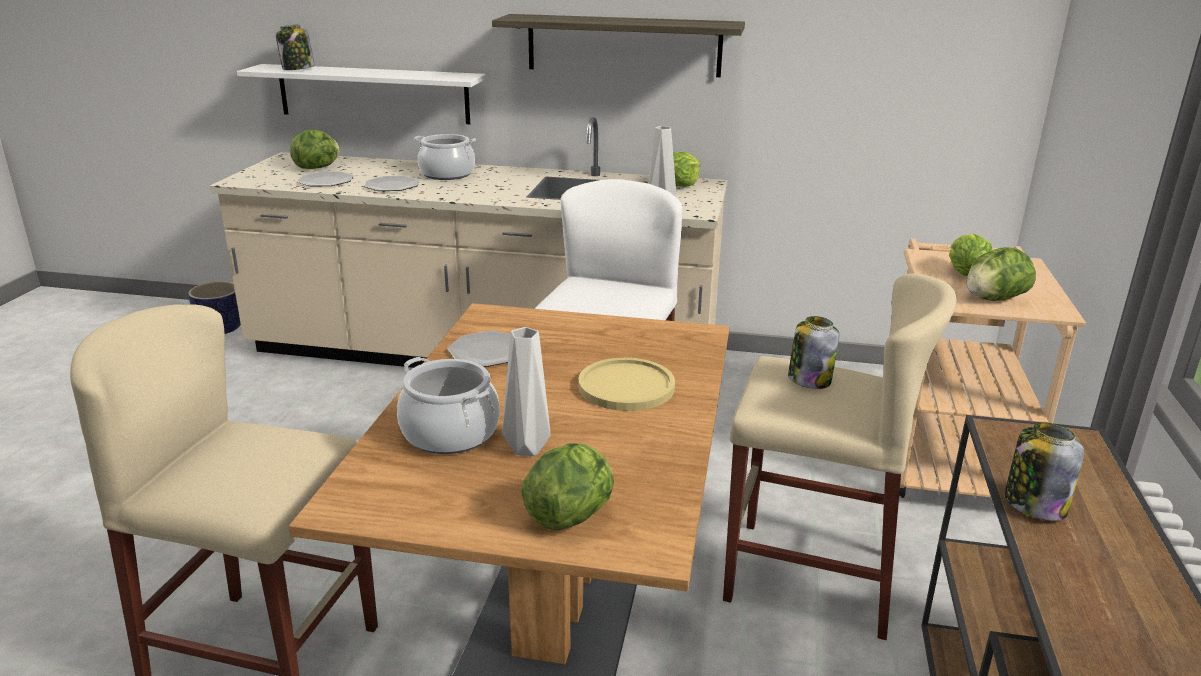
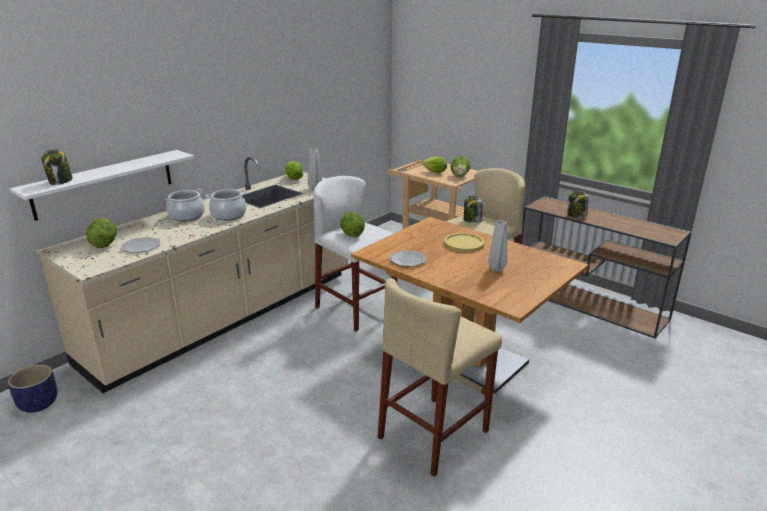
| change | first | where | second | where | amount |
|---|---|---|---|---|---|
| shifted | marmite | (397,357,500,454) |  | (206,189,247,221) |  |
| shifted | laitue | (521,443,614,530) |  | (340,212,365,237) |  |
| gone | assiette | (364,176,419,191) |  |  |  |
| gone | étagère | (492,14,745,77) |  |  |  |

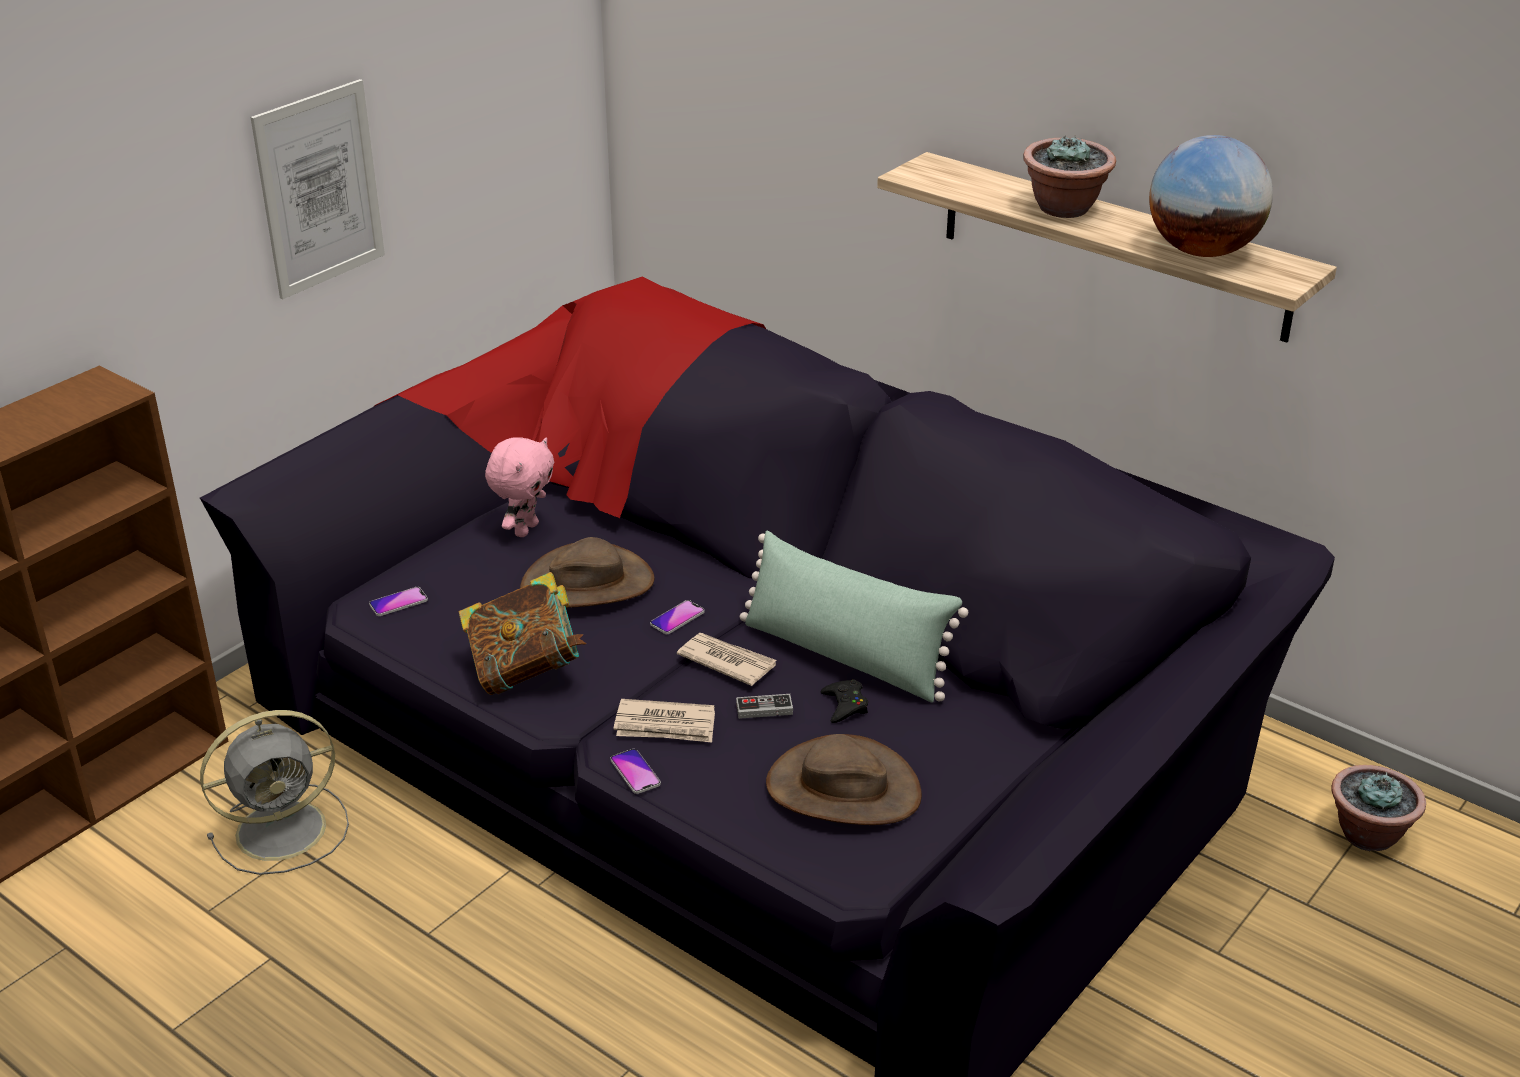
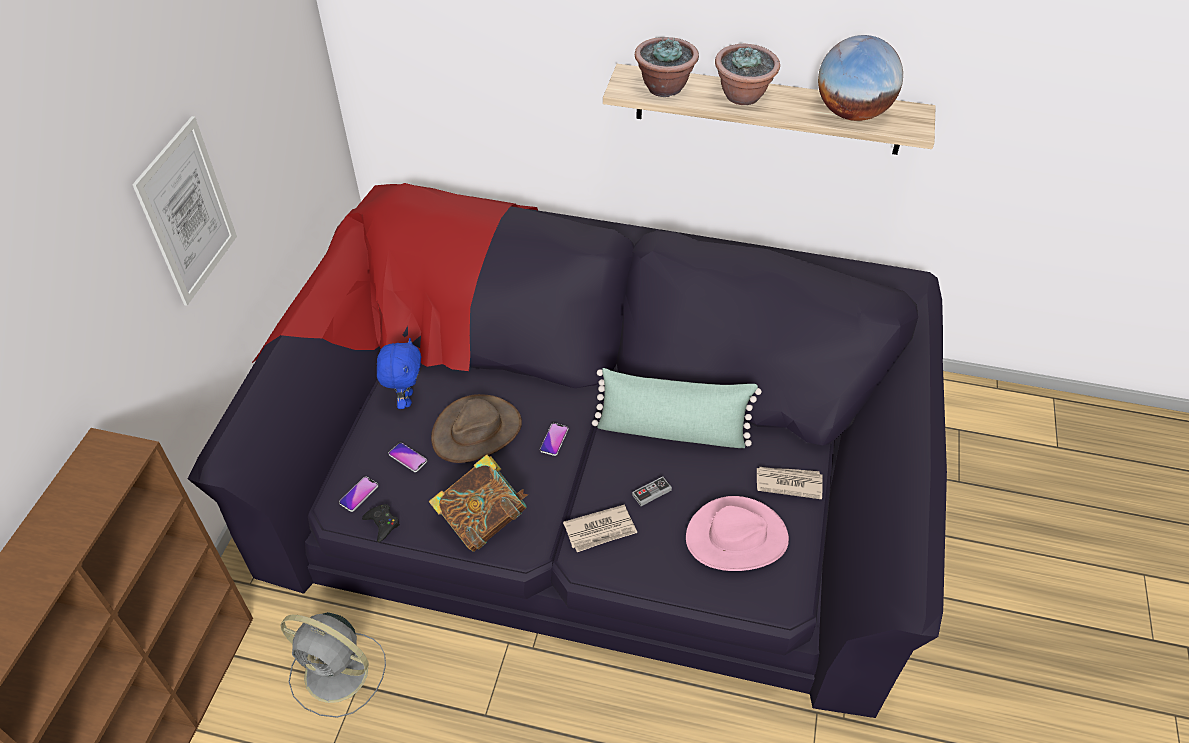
| change | first | where | second | where | amount |
|---|---|---|---|---|---|
| rotated | ventilateur [gris] | (200,710,349,875) |  | (280,612,386,718) | 75 degrees clockwise |
| shifted | manette [noir] | (821,679,868,723) |  | (362,504,400,543) |  |
| repainted | peluche [rose] | (485,437,554,537) | peluche [bleu] | (377,338,421,409) |  |
| shifted | téléphone | (610,749,661,794) |  | (388,443,427,472) |  |
| shifted | plante en pot | (1331,765,1426,851) |  | (635,37,699,97) |  |
| repainted | chapeau [marron] | (766,734,922,825) | chapeau [rose] | (686,496,789,571) |  |
| shifted | journal | (677,633,776,686) |  | (757,467,823,499) |  |

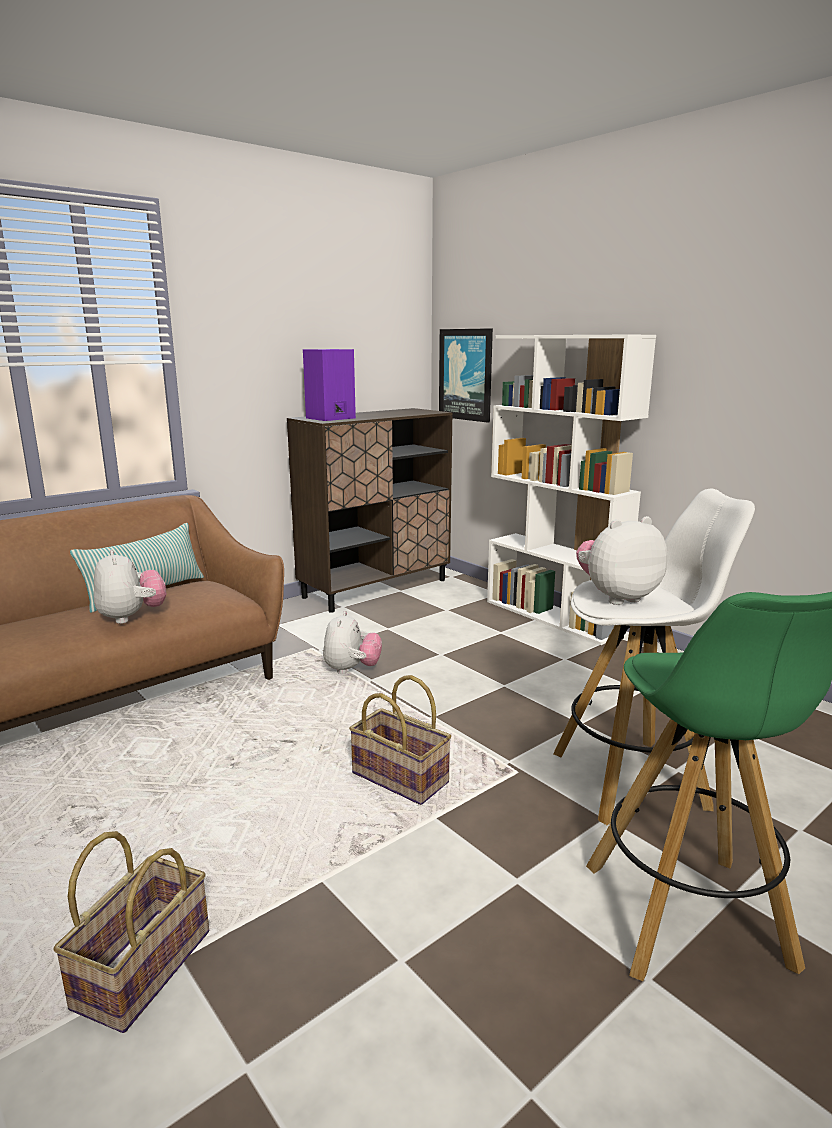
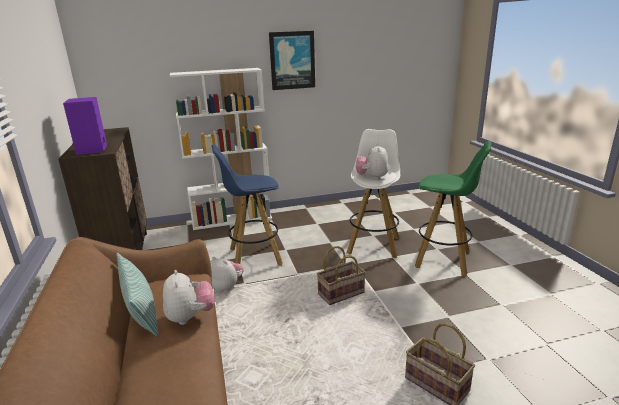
| change | first | where | second | where | amount |
|---|---|---|---|---|---|
| rotated | peluche | (94,550,166,624) |  | (163,270,215,325) | 75 degrees clockwise |
| new |  |  | tabouret [bleu] | (212,144,283,266) |  |
| shifted | tableau | (439,328,493,423) |  | (269,31,315,90) |  |

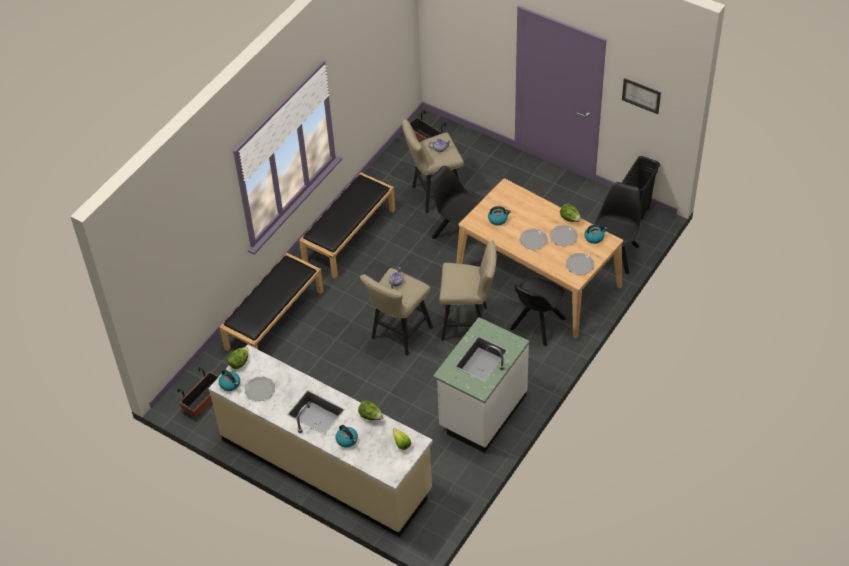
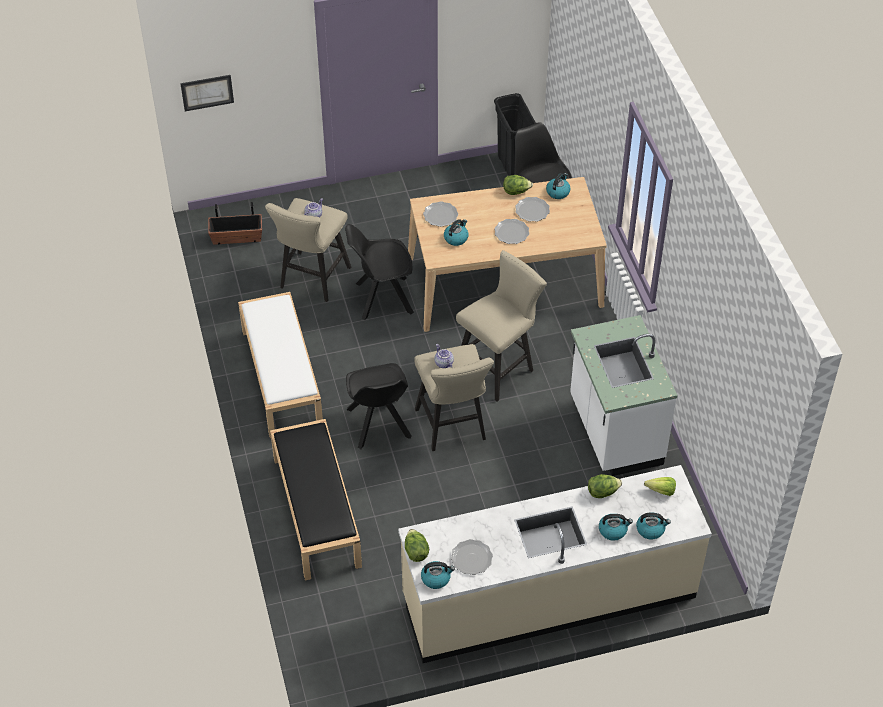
| change | first | where | second | where | amount |
|---|---|---|---|---|---|
| shifted | tableau | (622,78,661,114) |  | (180,75,234,111) |  |
| repainted | banc [noir] | (299,172,395,279) | banc [blanc] | (238,292,323,438) |  |
| shifted | chaise [noir] | (510,276,566,346) |  | (346,363,411,449) |  |
| shifted | assiette | (566,253,594,275) |  | (423,201,458,227) |  |
| new |  |  | bouilloire | (636,513,671,539) |  |
| gone | cache-pot | (178,367,219,419) |  |  |  |

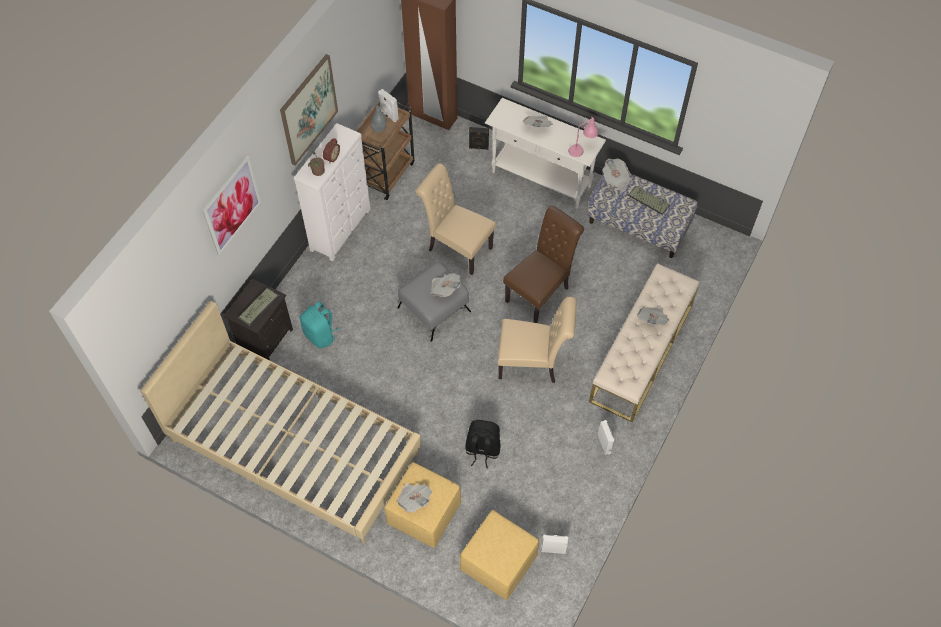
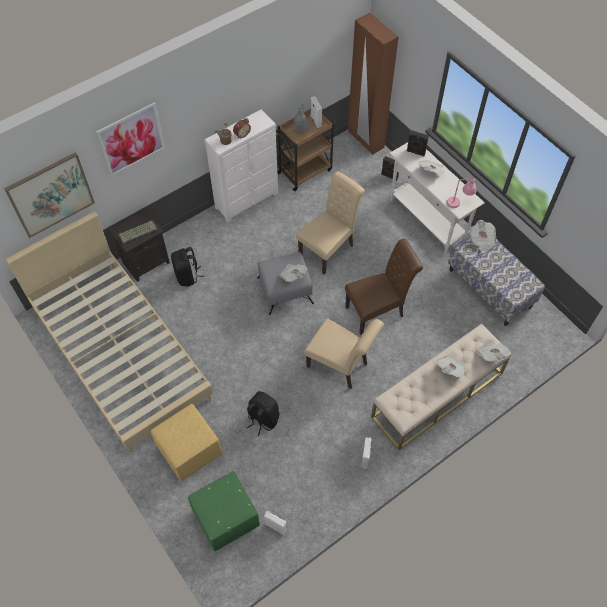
| change | first | where | second | where | amount |
|---|---|---|---|---|---|
| shifted | tableau | (280,54,338,166) |  | (4,152,95,238) |  |
| repainted | sac à dos [turquoise] | (300,301,339,348) | sac à dos [noir] | (171,247,204,287) |  |
| repainted | pouf [jaune] | (460,510,539,600) | pouf [vert] | (188,471,260,551) |  |
| rotated | chaise [beige] | (416,163,496,275) |  | (296,171,365,275) | 75 degrees clockwise |
| new |  |  | enceinte [noir] | (407,130,429,156) |  |
| shifted | journal | (396,484,432,512) |  | (477,340,510,362) |  |
| gone | clavier | (628,186,670,215) |  |  |  |

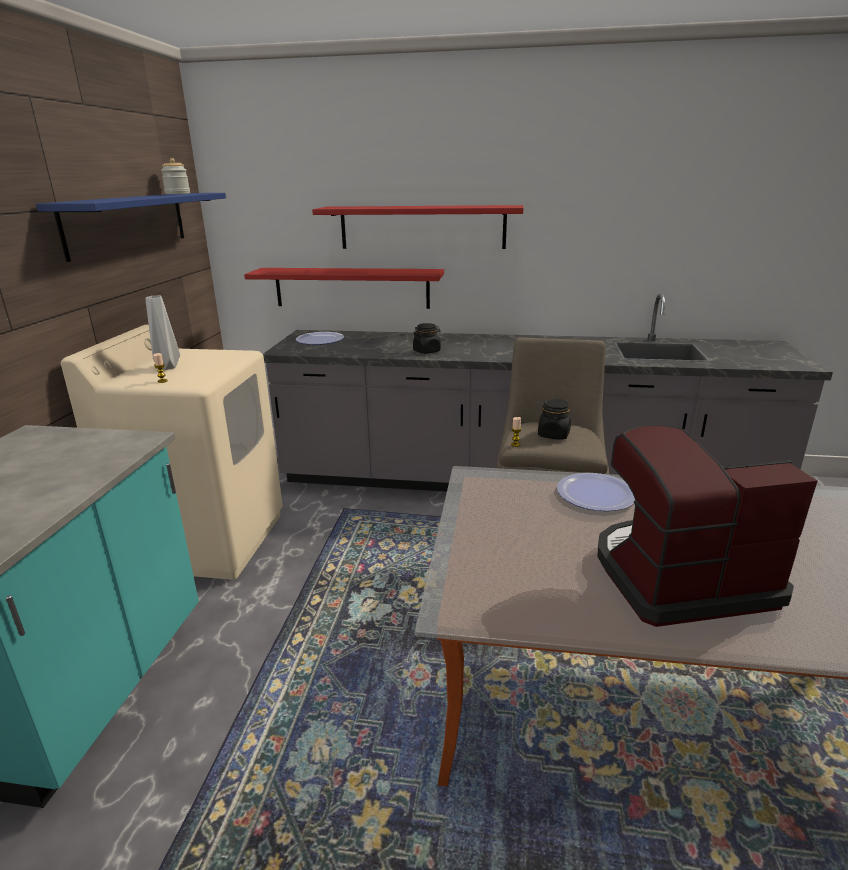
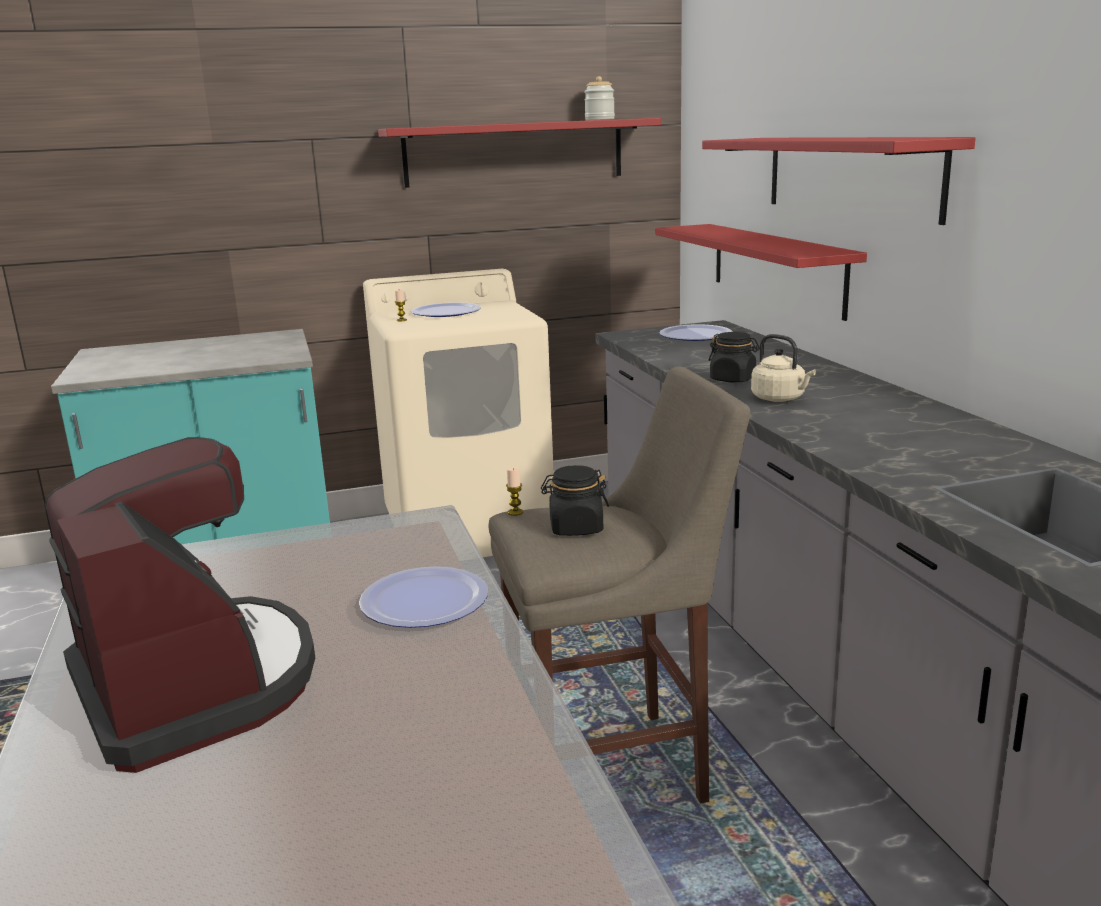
| change | first | where | second | where | amount |
|---|---|---|---|---|---|
| repainted | étagère [bleu] | (36,193,226,262) | étagère [rouge] | (378,118,661,188) |  |
| swapped | vase [gris] | (145,296,180,370) | assiette | (411,302,481,317) |  |
| new |  |  | bouilloire [beige] | (751,334,816,402) |  |

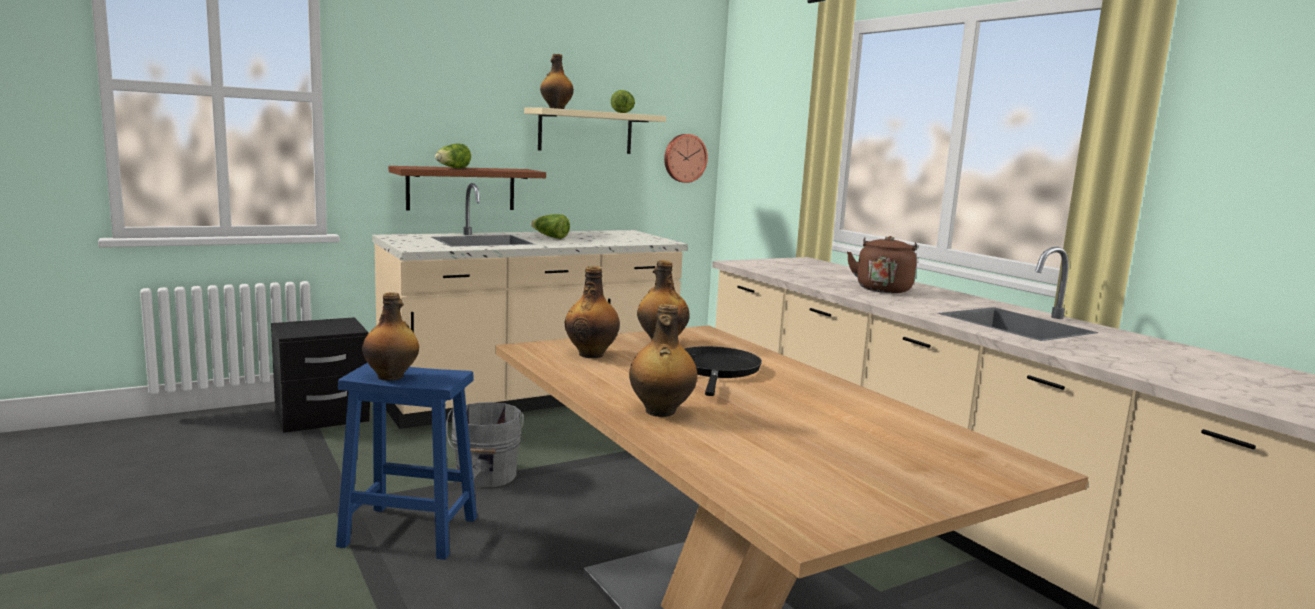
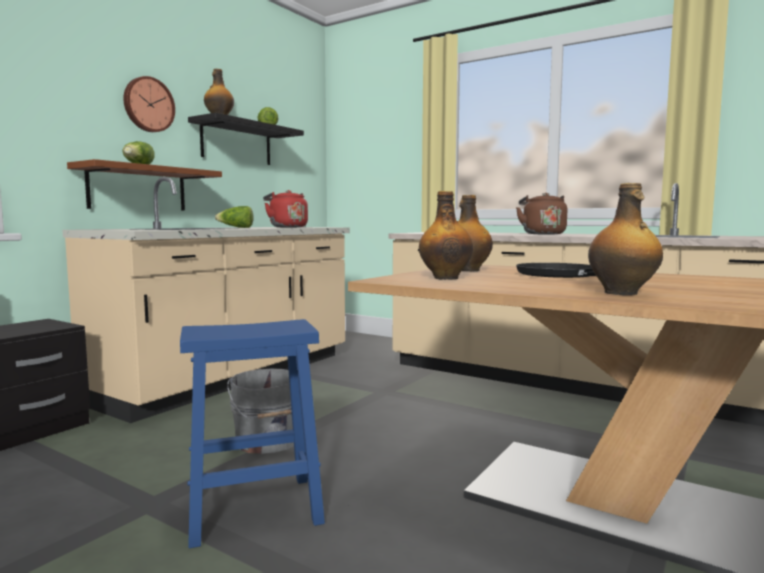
| change | first | where | second | where | amount |
|---|---|---|---|---|---|
| shifted | horloge murale | (664,134,708,183) |  | (123,76,175,132) |  |
| repainted | étagère [beige] | (524,108,666,154) | étagère [noir] | (188,113,304,165) |  |
| new |  |  | bouilloire [rouge] | (263,190,308,227) |  |
| gone | bouteille | (362,292,419,381) |  |  |  |

